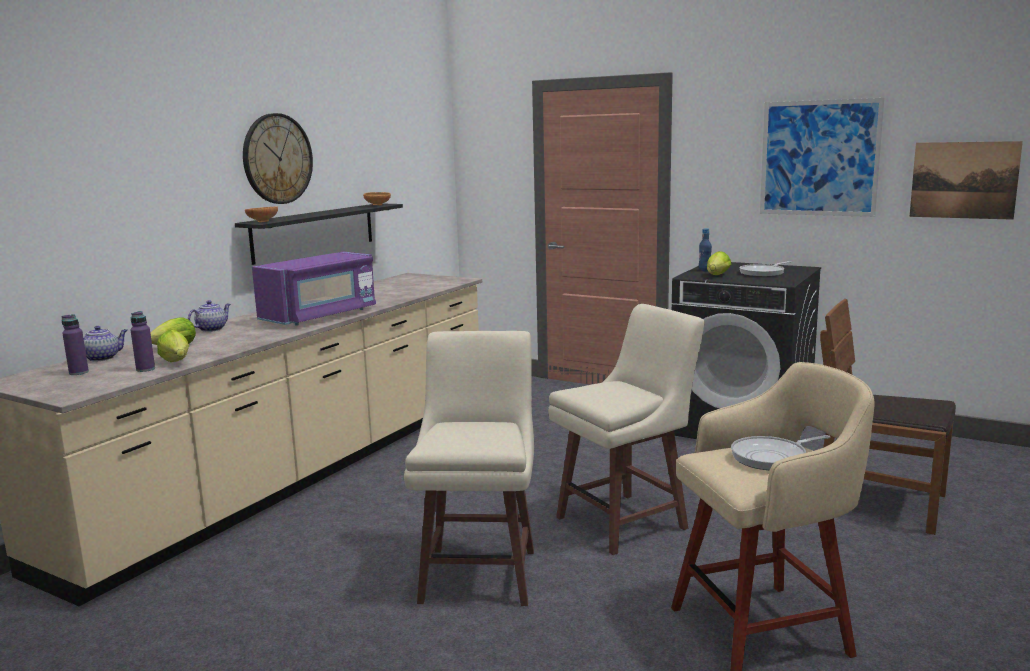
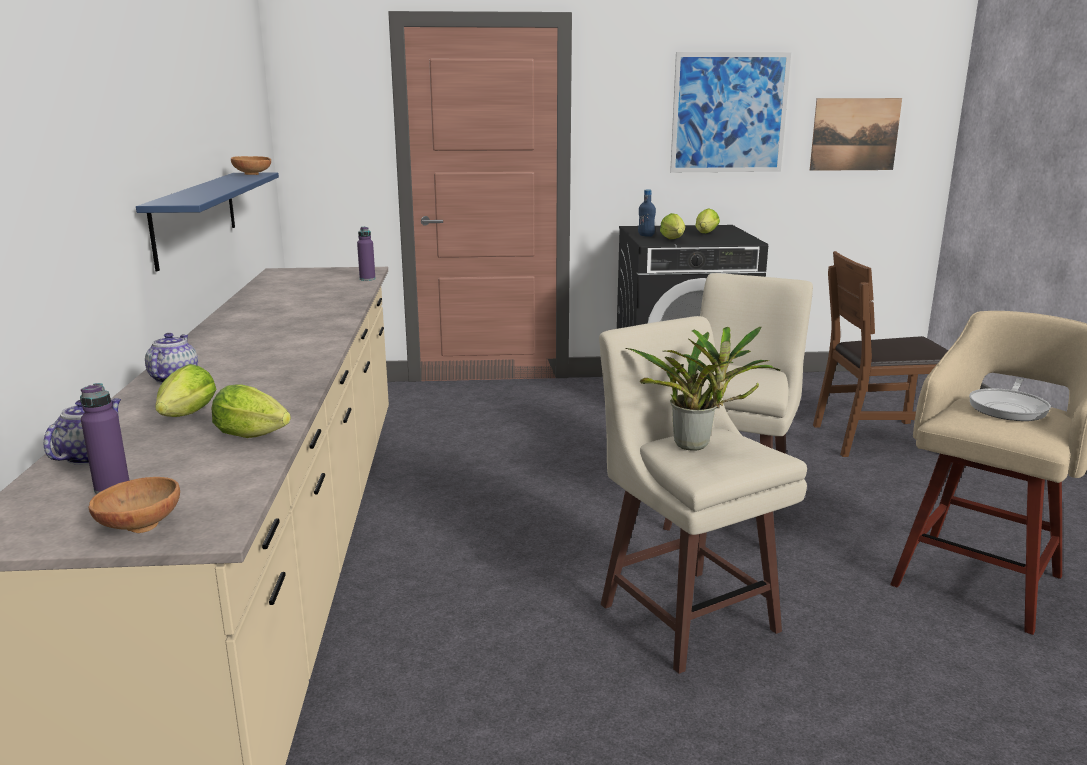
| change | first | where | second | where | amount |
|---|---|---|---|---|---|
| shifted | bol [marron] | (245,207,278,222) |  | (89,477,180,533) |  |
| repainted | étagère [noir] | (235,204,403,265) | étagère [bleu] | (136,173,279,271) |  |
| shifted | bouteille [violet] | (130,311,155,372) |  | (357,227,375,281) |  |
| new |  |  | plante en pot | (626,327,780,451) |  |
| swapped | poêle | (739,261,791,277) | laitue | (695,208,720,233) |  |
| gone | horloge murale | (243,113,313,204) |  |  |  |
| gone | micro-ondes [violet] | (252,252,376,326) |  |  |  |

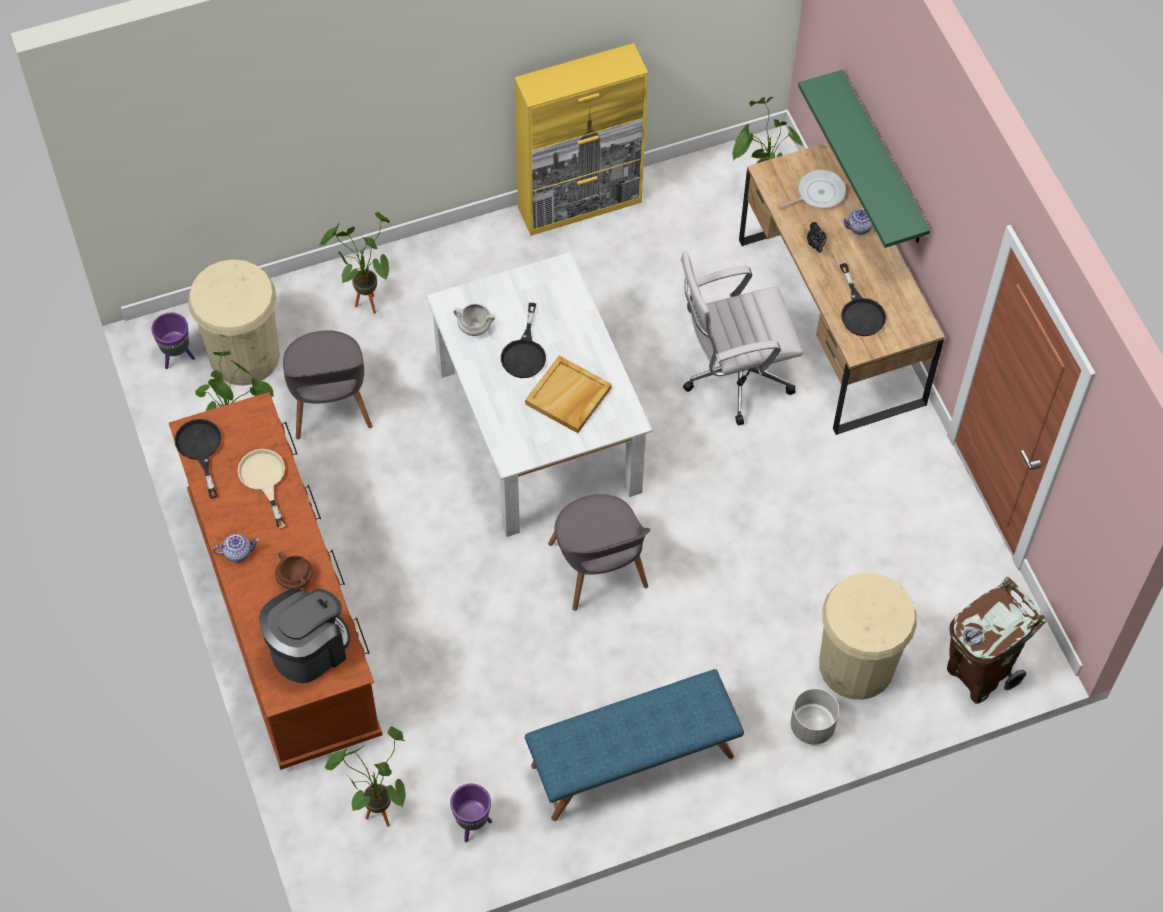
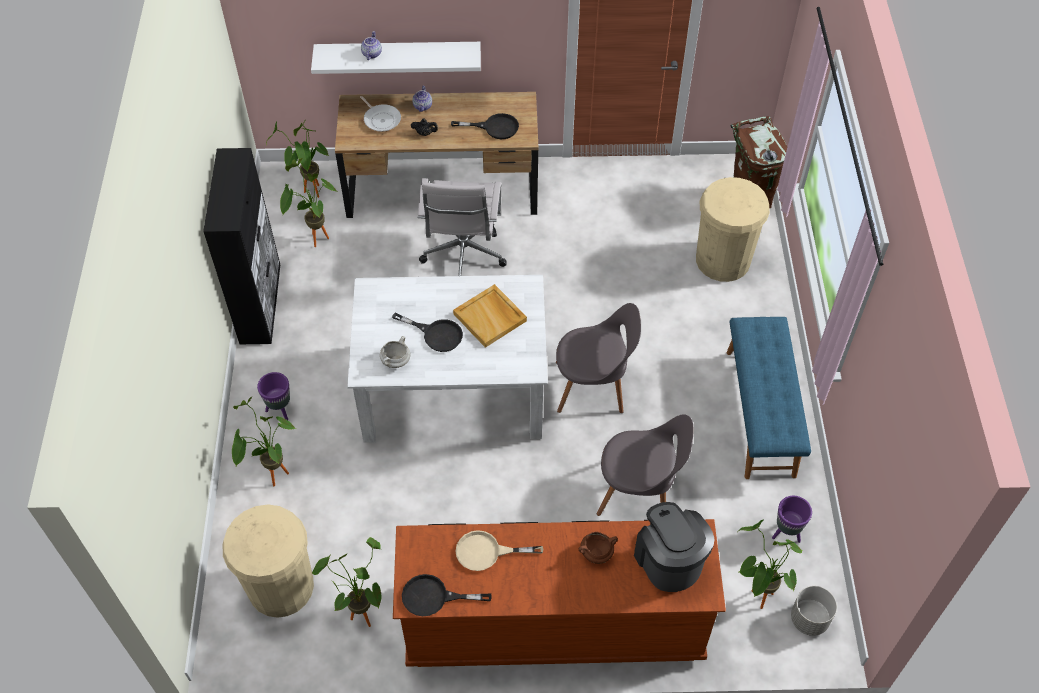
| change | first | where | second | where | amount |
|---|---|---|---|---|---|
| repainted | meuble de rangement [jaune] | (514,43,648,236) | meuble de rangement [noir] | (203,148,280,344) |  |
| shifted | cache-pot [violet] | (151,313,195,369) |  | (257,372,290,420) |  |
| new |  |  | plante en pot | (280,158,336,247) |  |
| repainted | étagère [vert] | (798,70,930,248) | étagère [blanc] | (311,42,481,74) |  |
| rotated | poêle | (777,170,846,209) |  | (360,96,401,132) | 150 degrees clockwise |
| shifted | théière | (213,534,259,562) |  | (361,31,382,60) |  |
| shifted | chaise [gris] | (283,330,372,439) |  | (597,414,693,516) |  |
| shifted | cache-pot [gris] | (791,688,839,745) |  | (791,586,837,636) |  |

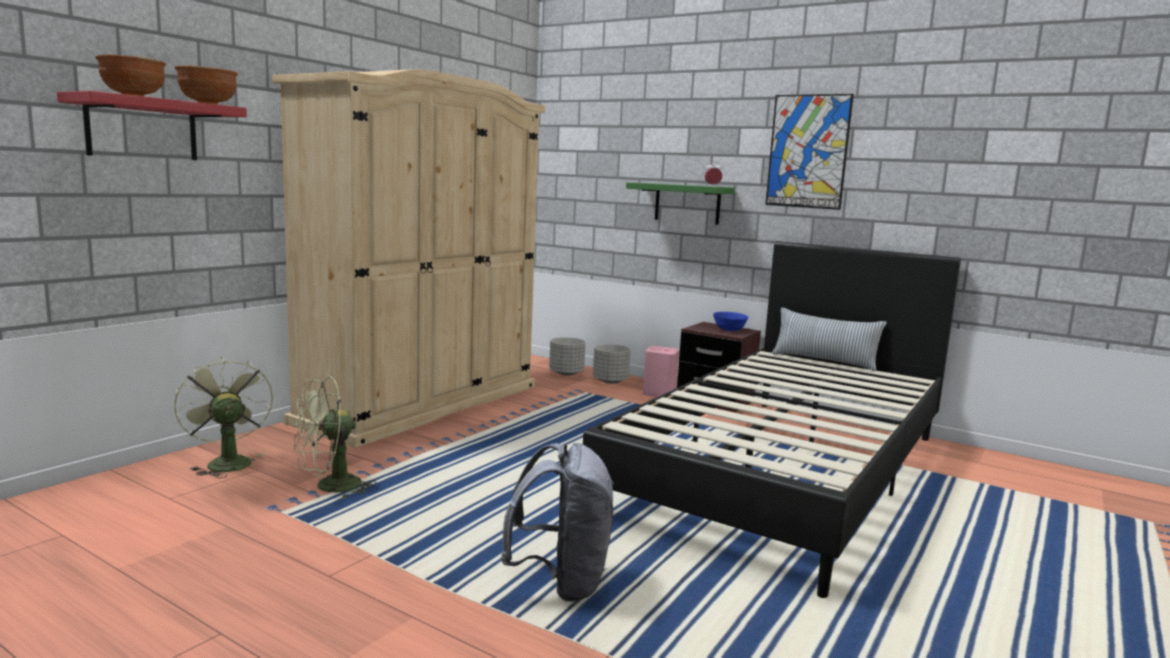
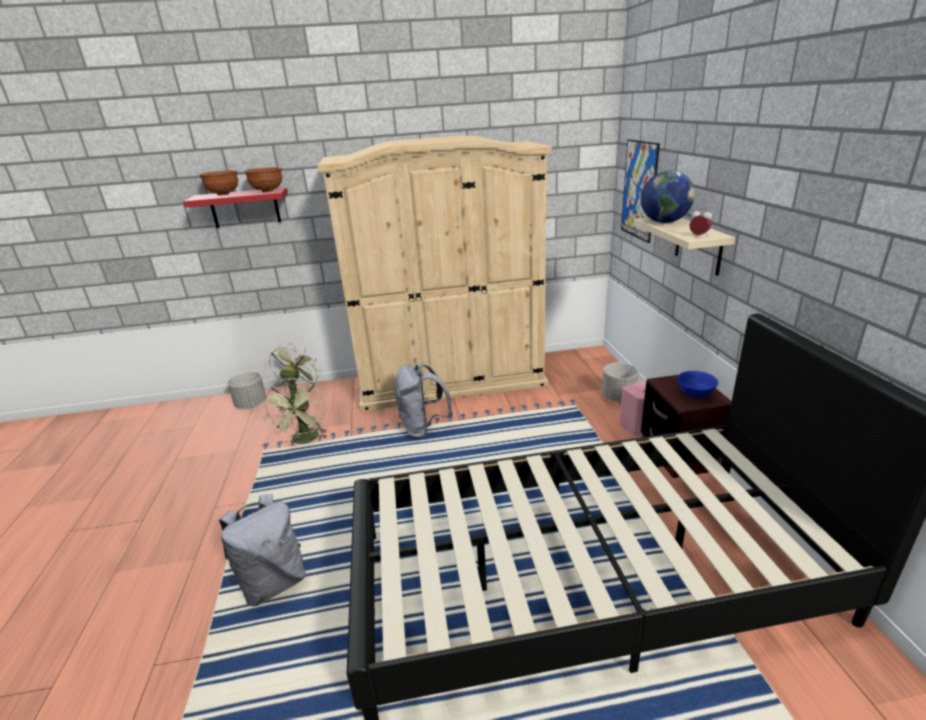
| change | first | where | second | where | amount |
|---|---|---|---|---|---|
| shifted | cache-pot [gris] | (549,337,586,376) |  | (227,371,266,409) |  |
| rotated | ventilateur [vert] | (294,377,376,499) |  | (262,379,328,444) | 105 degrees counterclockwise |
| new |  |  | sac à dos [gris] | (395,363,453,438) |  |
| shifted | tableau | (765,94,854,210) |  | (621,139,660,243) |  |
| repainted | étagère [vert] | (626,182,735,225) | étagère [beige] | (634,217,735,276) |  |
| new |  |  | globe | (641,170,695,223) |  |
| gone | coussin | (772,307,887,371) |  |  |  |

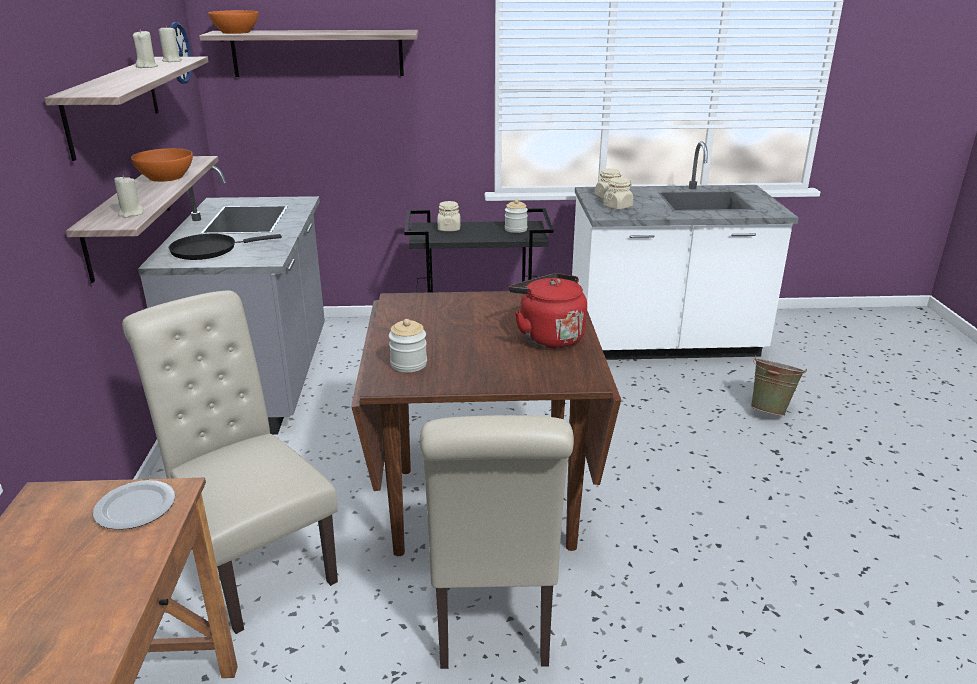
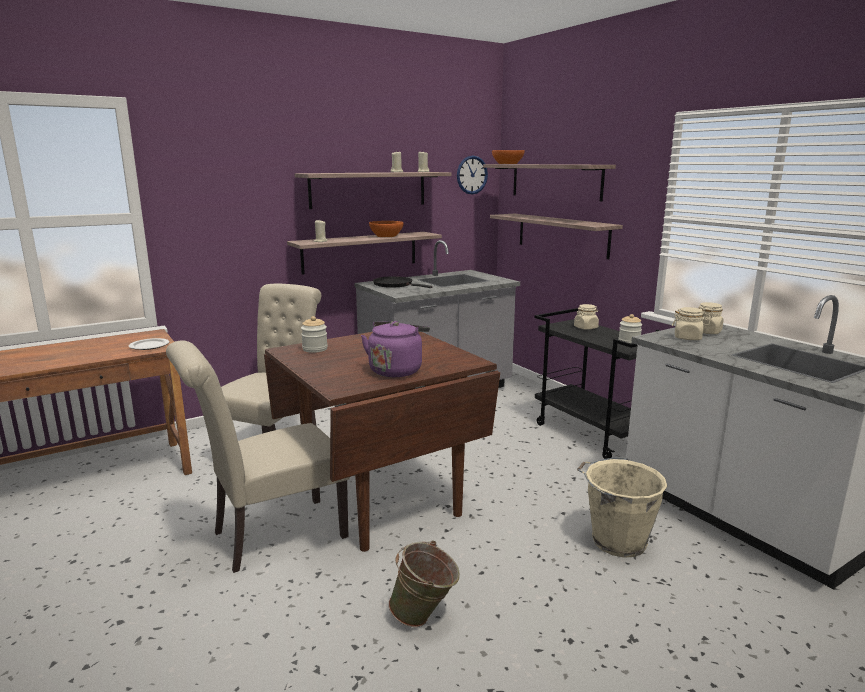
| change | first | where | second | where | amount |
|---|---|---|---|---|---|
| repainted | bouilloire [rouge] | (509,273,587,348) | bouilloire [violet] | (361,321,430,377) |  |
| shifted | seau [vert] | (751,356,807,416) |  | (388,540,460,627) |  |
| new |  |  | étagère | (490,214,623,259) |  |
| new |  |  | seau [beige] | (577,458,667,558) |  |

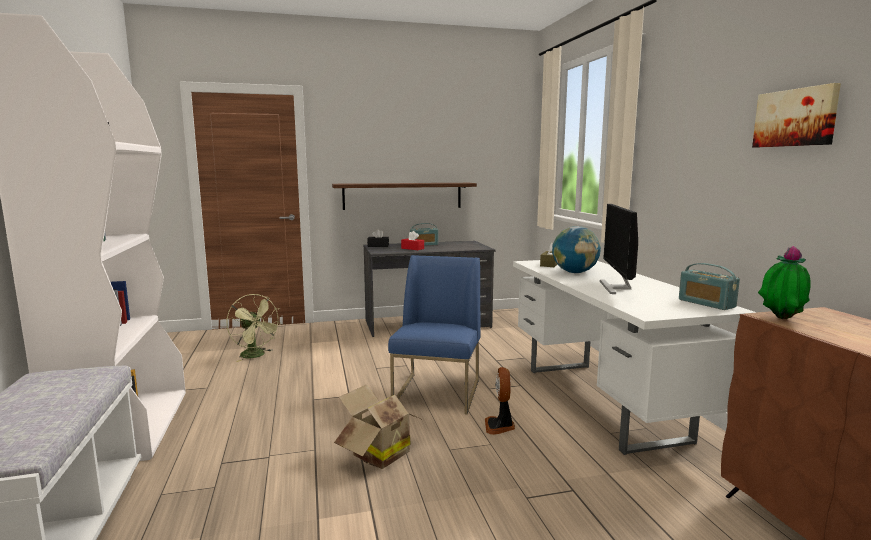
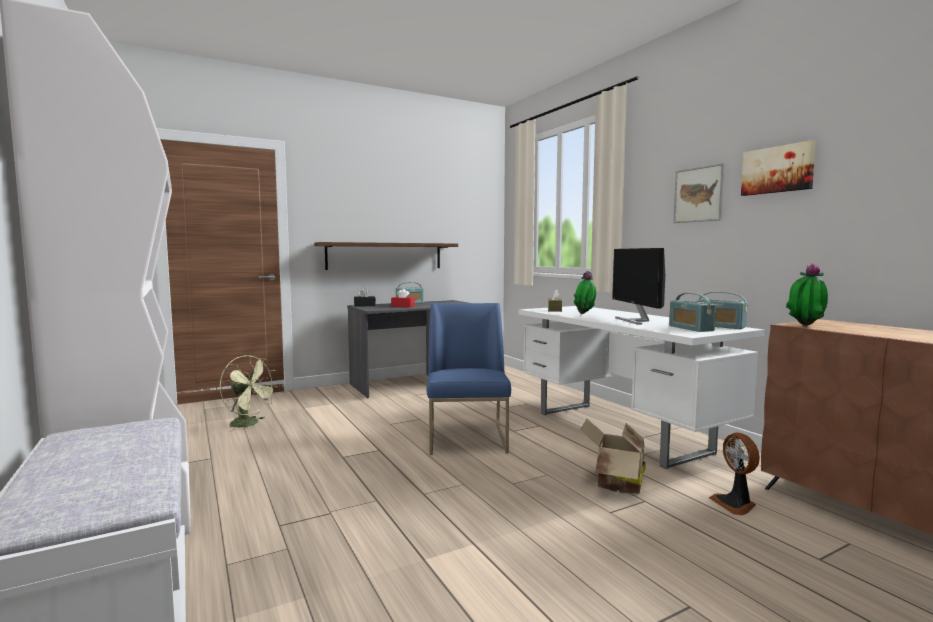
| change | first | where | second | where | amount |
|---|---|---|---|---|---|
| swapped | globe | (552,226,601,273) | plante en pot | (574,271,596,314) |  |
| shifted | carton | (334,384,423,469) |  | (580,419,645,494) |  |
| new |  |  | radio | (669,293,716,332) |  |
| new |  |  | tableau | (673,163,725,223) |  |
| shifted | ventilateur | (485,367,515,435) |  | (709,433,760,515) |  |

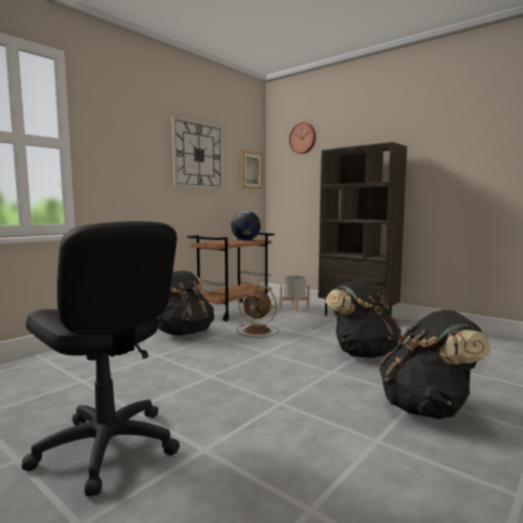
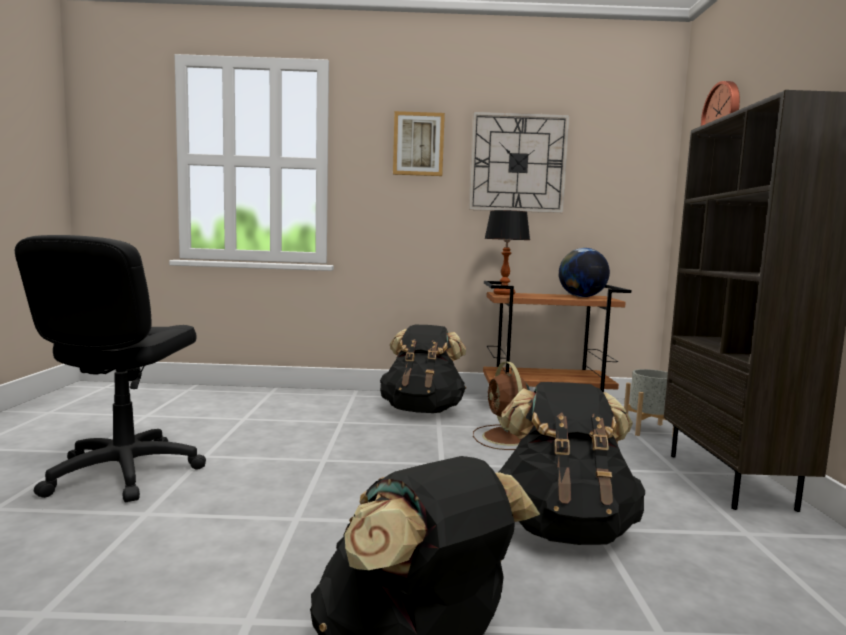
| change | first | where | second | where | amount |
|---|---|---|---|---|---|
| shifted | tableau | (241,151,262,189) |  | (393,111,445,176) |  |
| new |  |  | lampe de table | (484,210,530,295) |  |

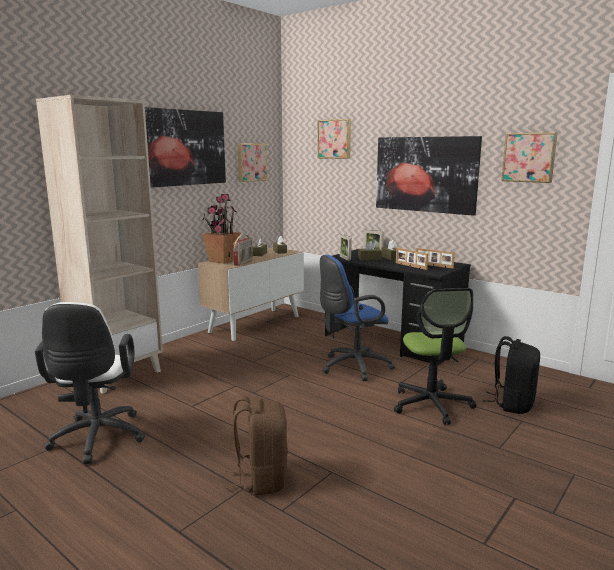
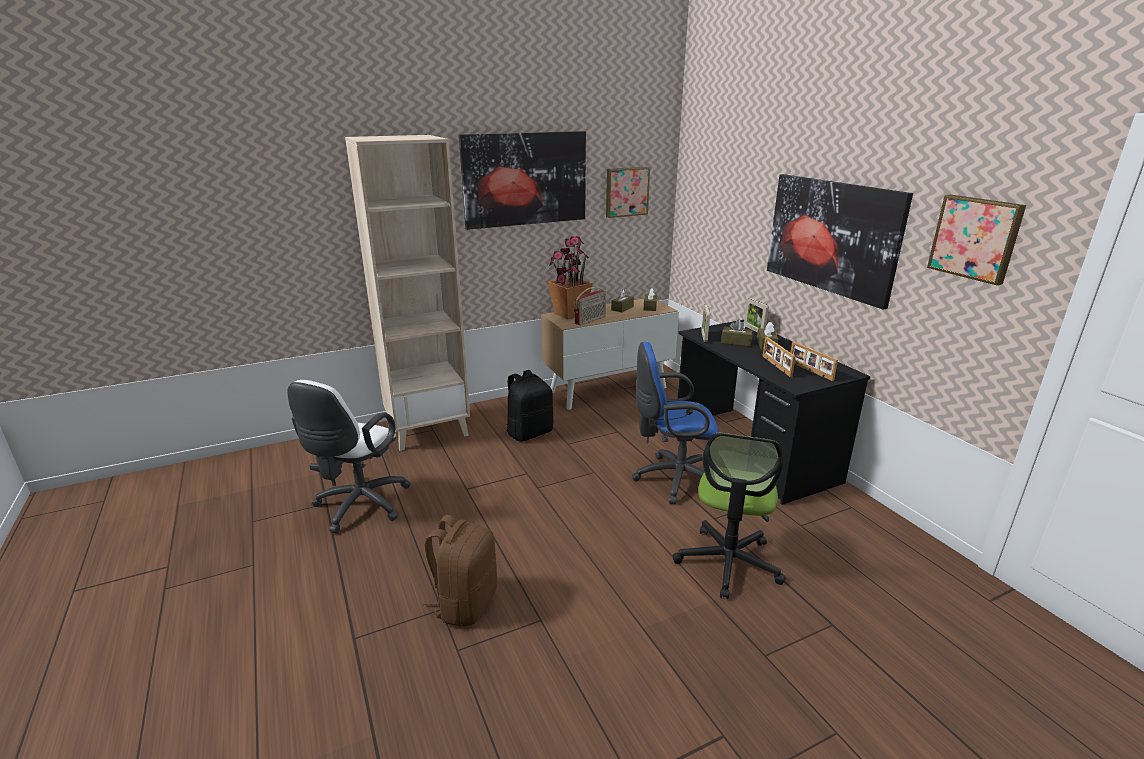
| change | first | where | second | where | amount |
|---|---|---|---|---|---|
| shifted | sac à dos [noir] | (483,336,540,414) |  | (507,370,553,442) |  |
| gone | tableau | (318,119,351,159) |  |  |  |

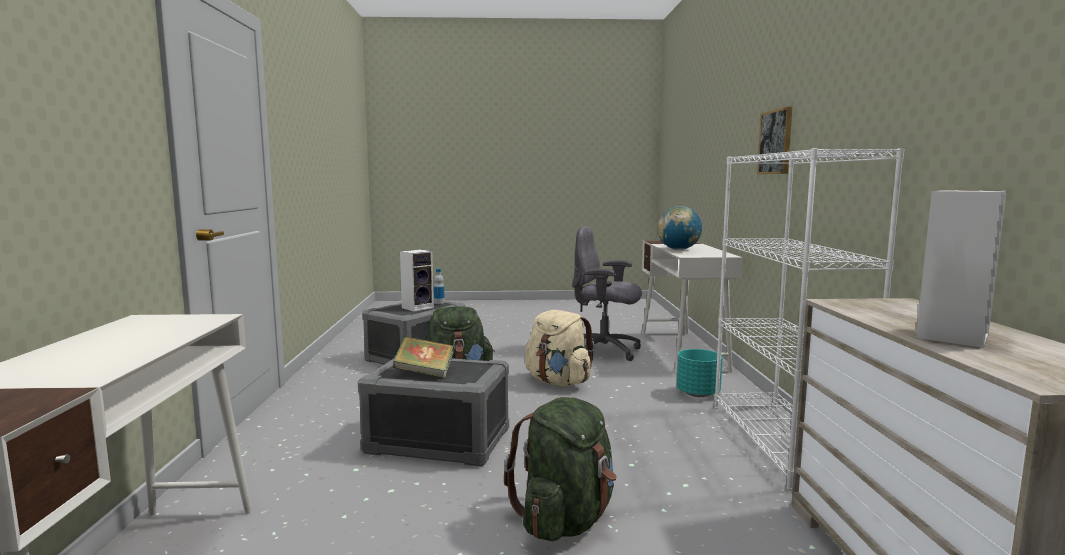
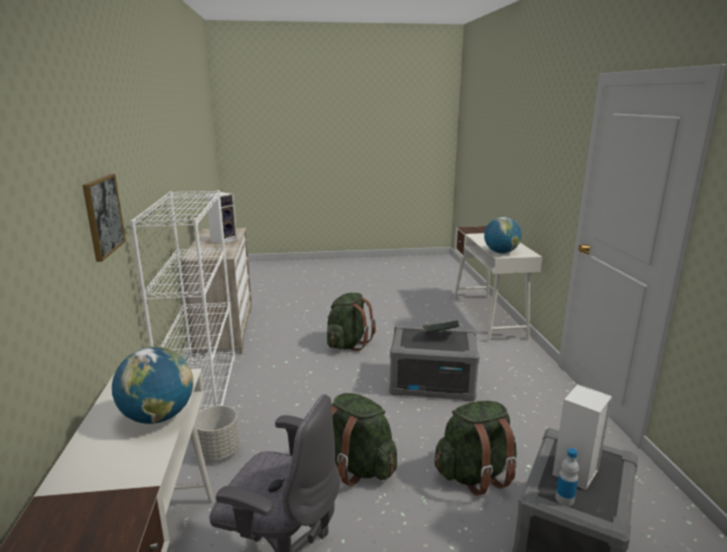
| change | first | where | second | where | amount |
|---|---|---|---|---|---|
| repainted | cache-pot [turquoise] | (677,349,723,397) | cache-pot [gris] | (195,406,240,461) |  |
| repainted | sac à dos [beige] | (525,310,595,386) | sac à dos [vert] | (332,393,397,487) |  |
| new |  |  | globe | (484,217,522,253) |  |

